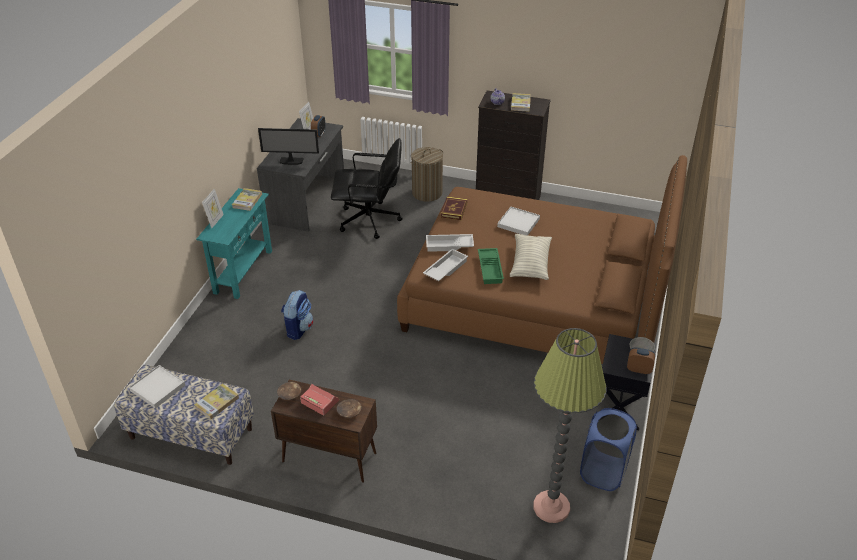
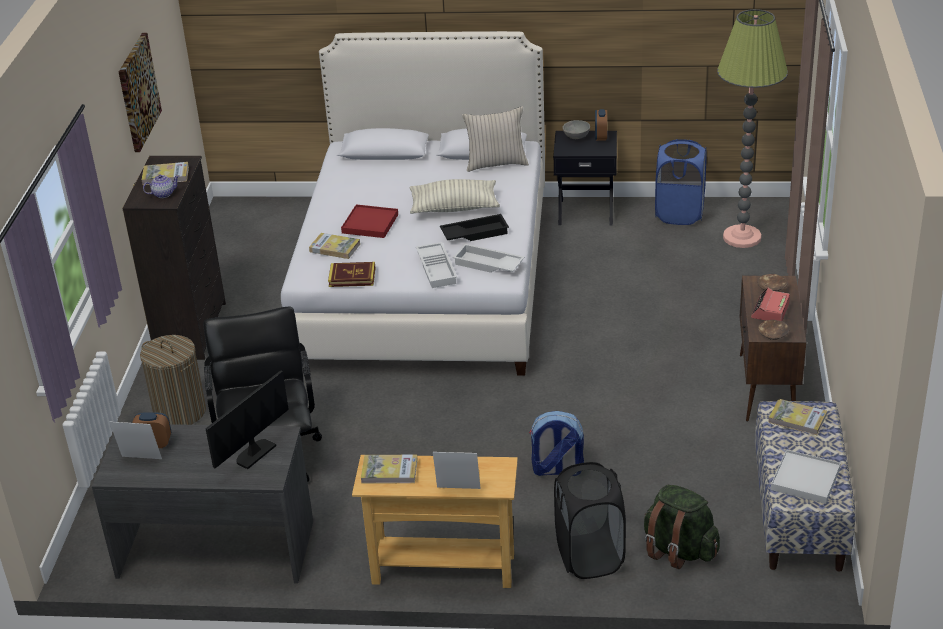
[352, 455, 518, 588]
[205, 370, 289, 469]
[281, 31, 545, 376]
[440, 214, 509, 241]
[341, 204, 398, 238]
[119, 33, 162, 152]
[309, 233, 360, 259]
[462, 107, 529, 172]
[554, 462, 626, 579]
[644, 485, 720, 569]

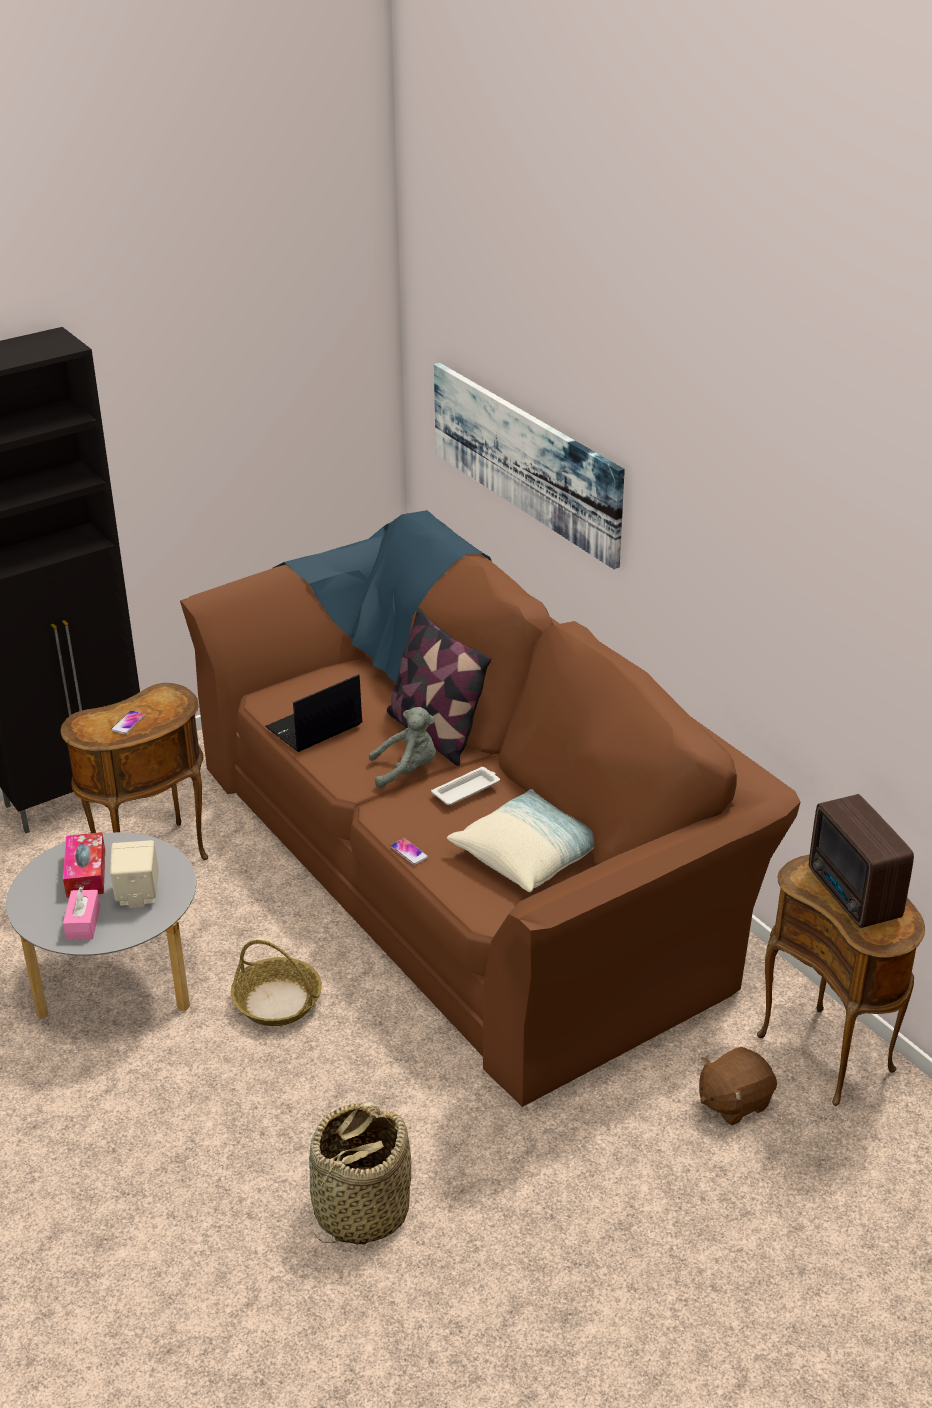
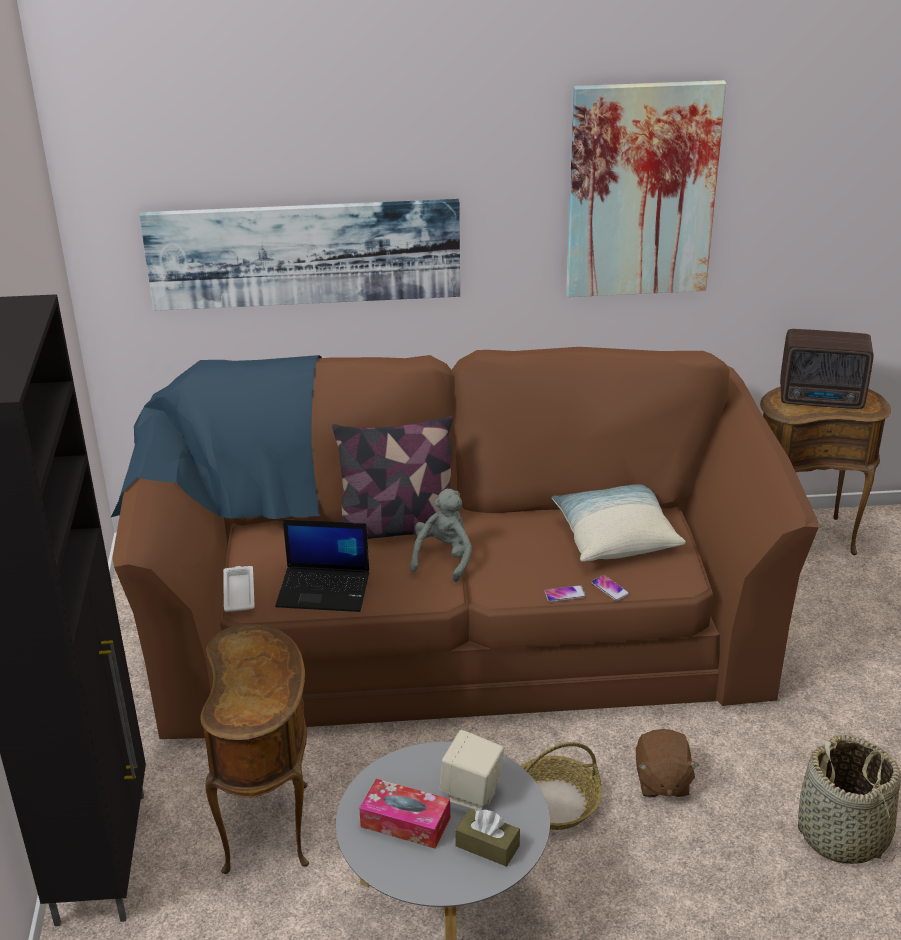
[455, 809, 520, 867]
[591, 575, 629, 601]
[275, 519, 370, 612]
[223, 566, 255, 612]
[636, 729, 699, 797]
[566, 80, 726, 297]

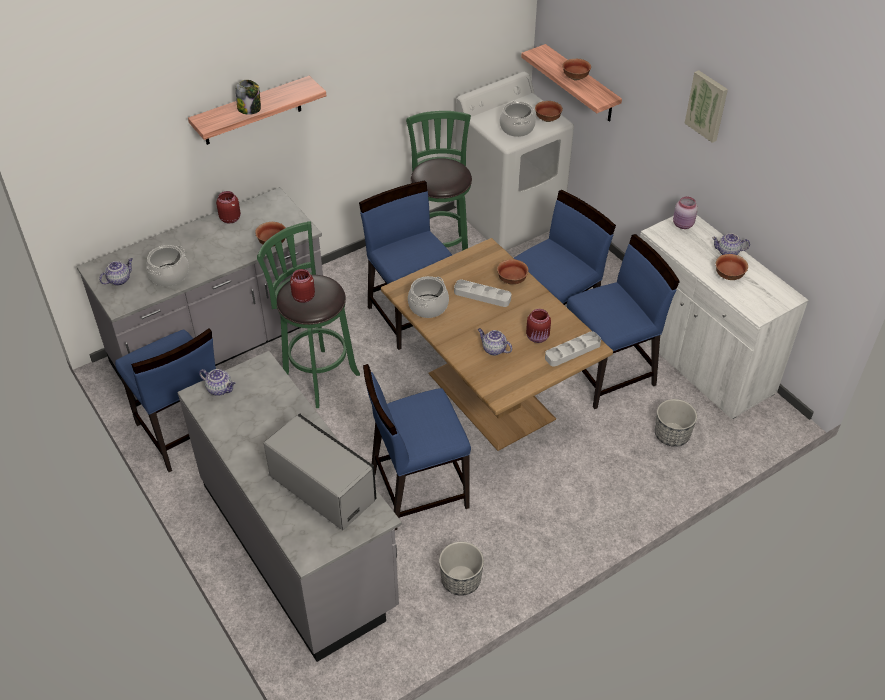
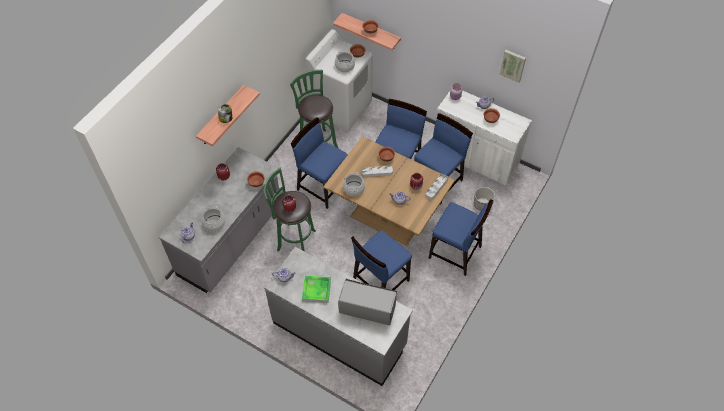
[429, 199, 493, 276]
[439, 542, 484, 596] (first image)
[499, 50, 526, 83]
[302, 275, 331, 303]

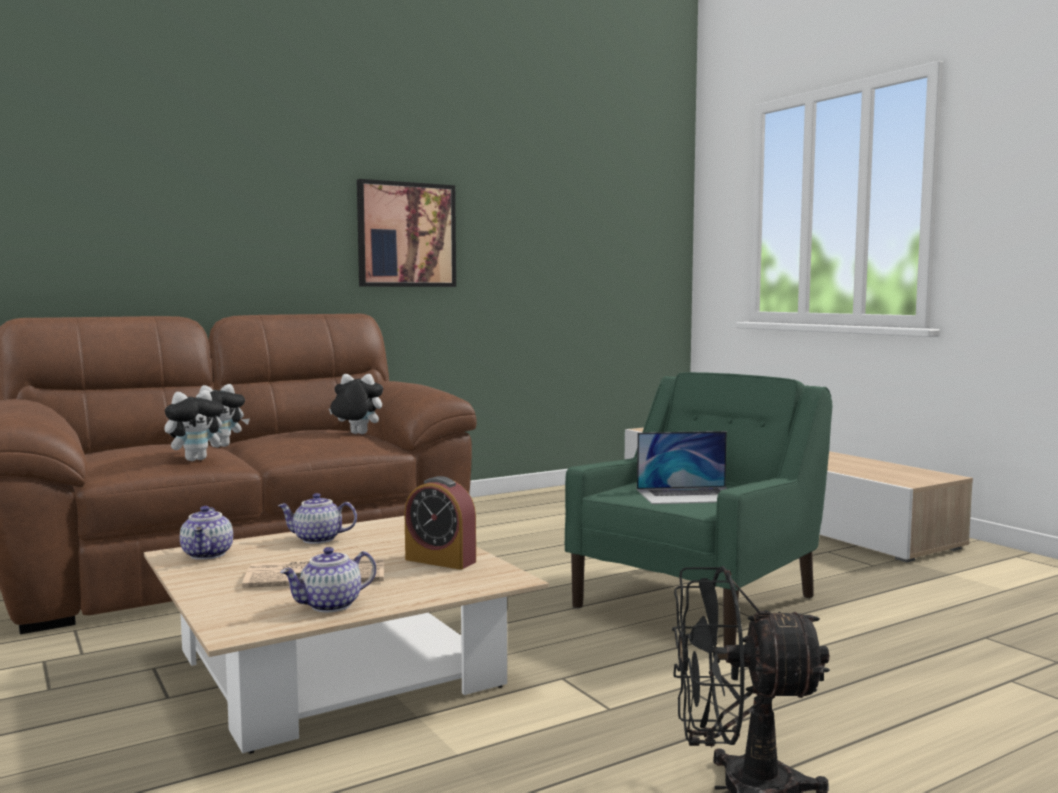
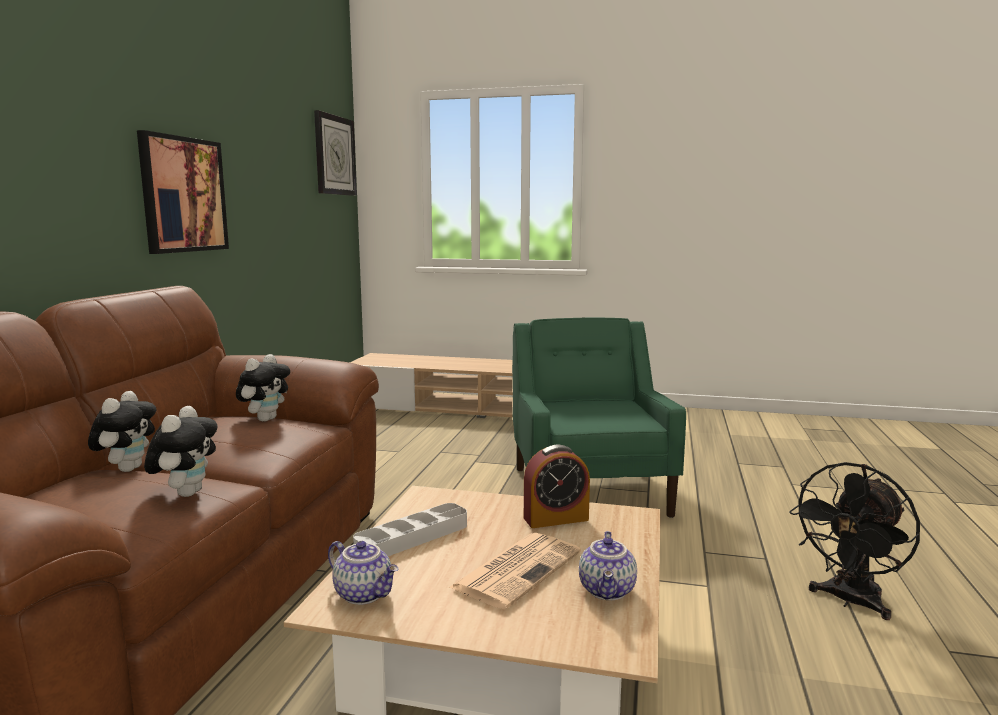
[353, 503, 467, 556]
[236, 354, 290, 422]
[637, 431, 728, 504] (first image)
[314, 110, 357, 196]

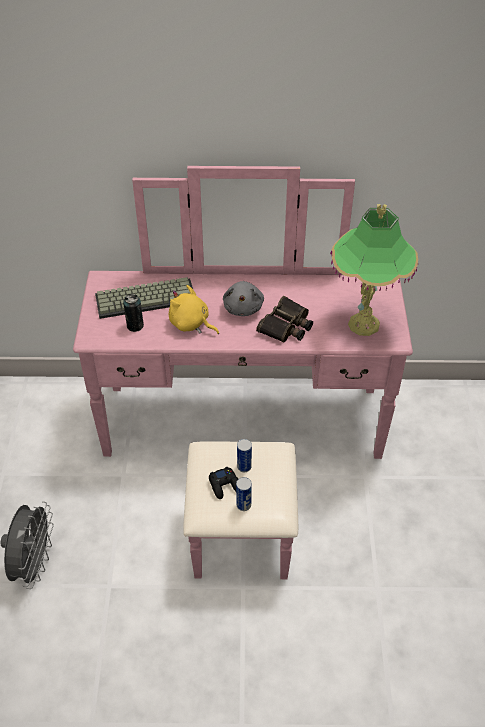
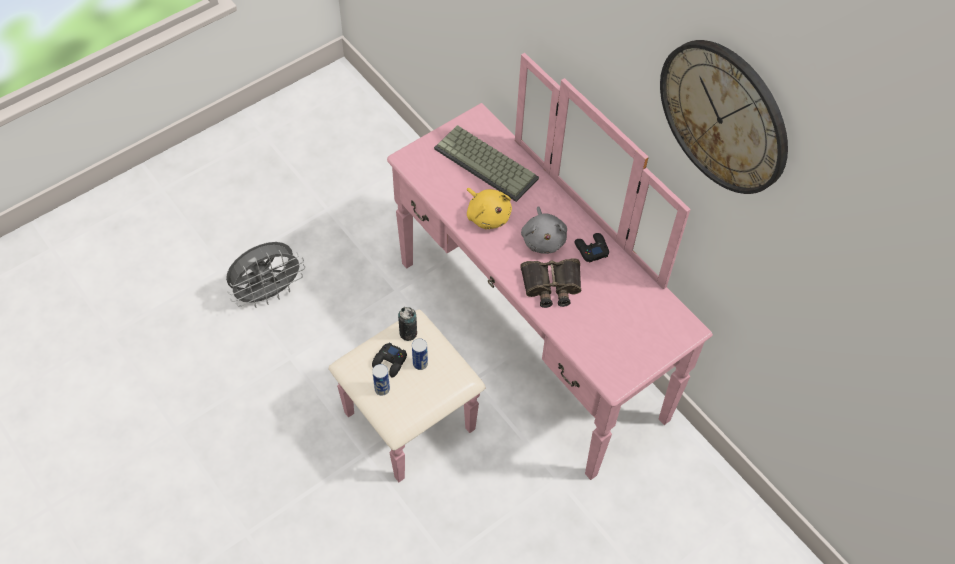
[398, 307, 417, 341]
[467, 188, 512, 229]
[521, 206, 567, 254]
[330, 204, 418, 336] (first image)
[575, 233, 609, 263]
[660, 40, 788, 194]

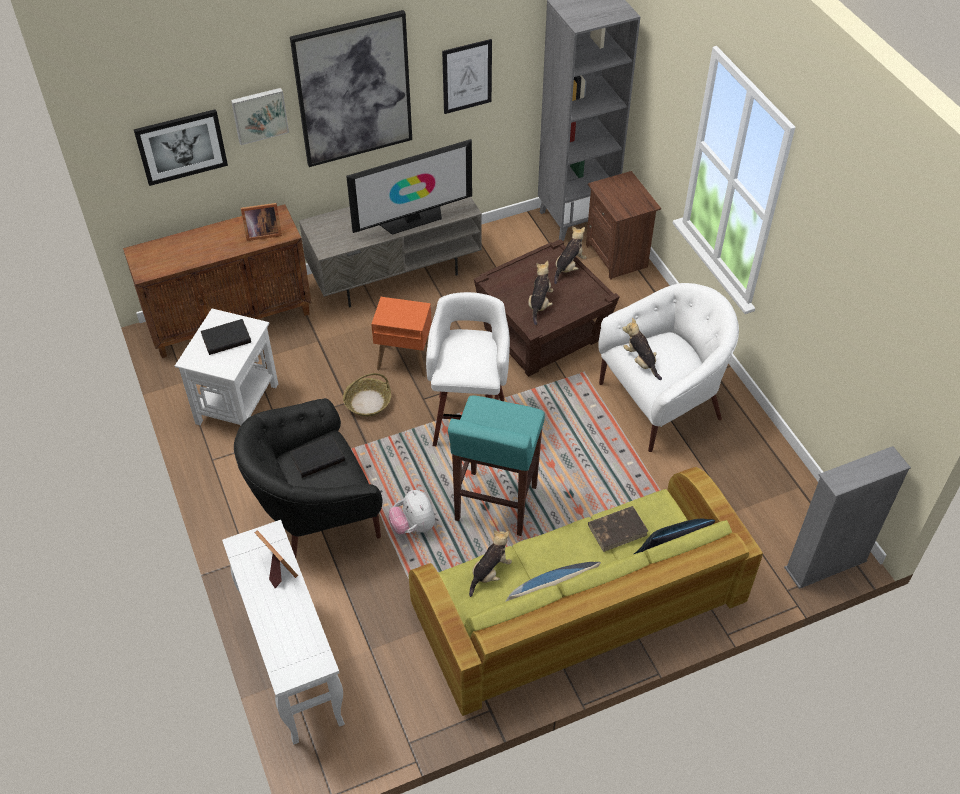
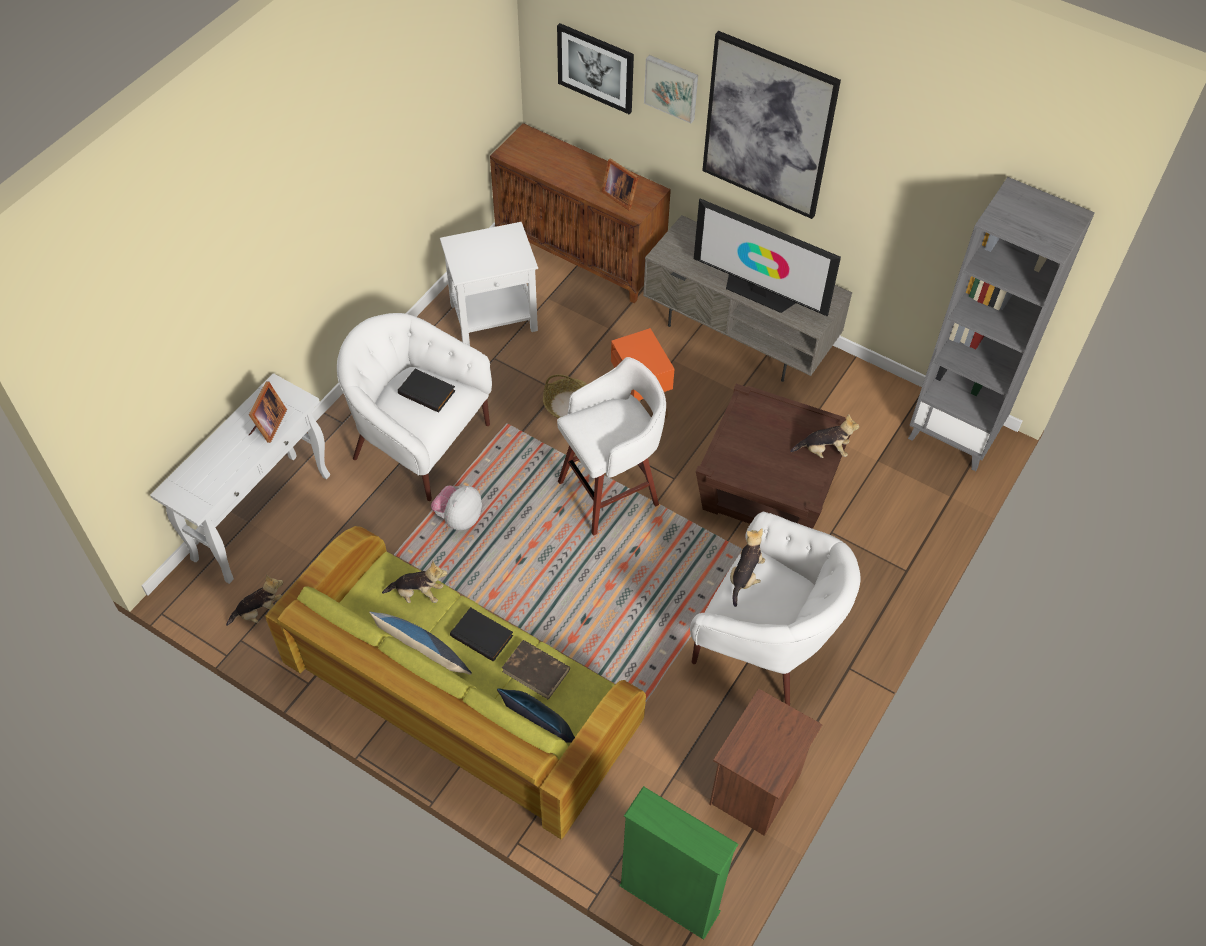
[450, 607, 513, 662]
[337, 313, 492, 501]
[442, 39, 492, 114] (first image)
[448, 395, 545, 536] (first image)
[226, 574, 283, 626]
[709, 688, 823, 836]
[619, 786, 738, 940]

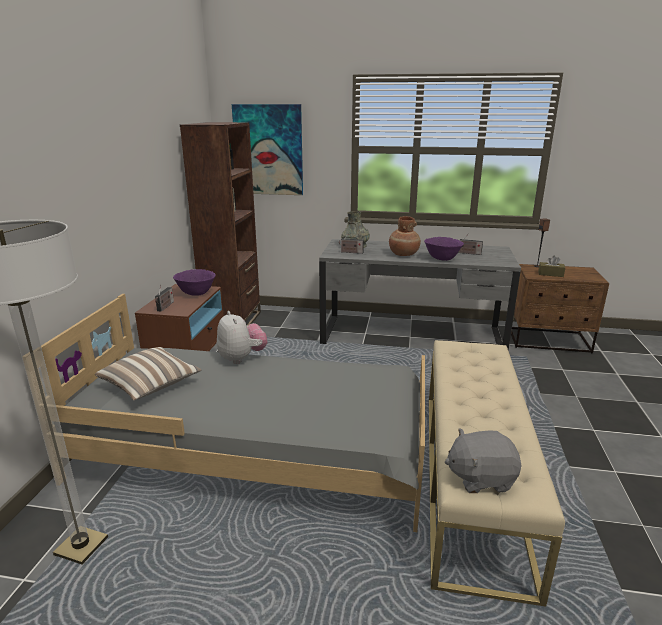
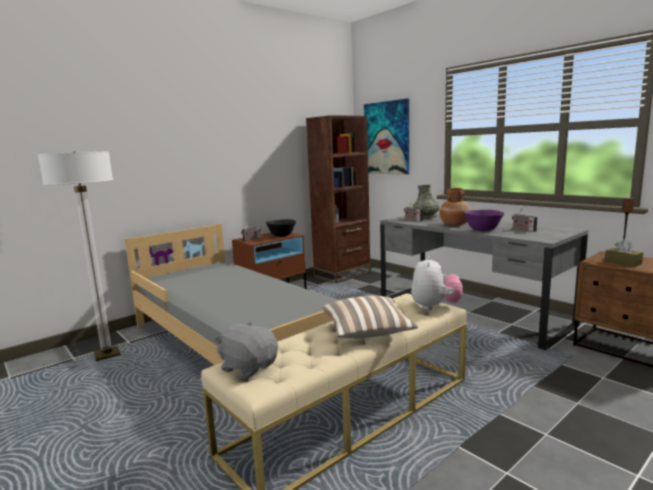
[323, 296, 418, 338]
[266, 219, 296, 237]
[411, 256, 463, 310]

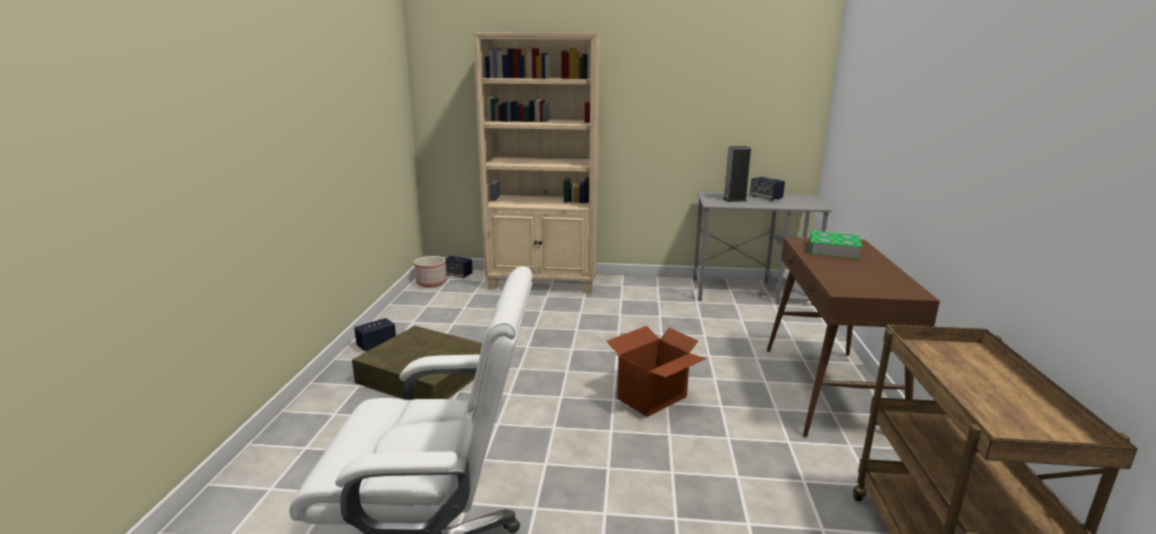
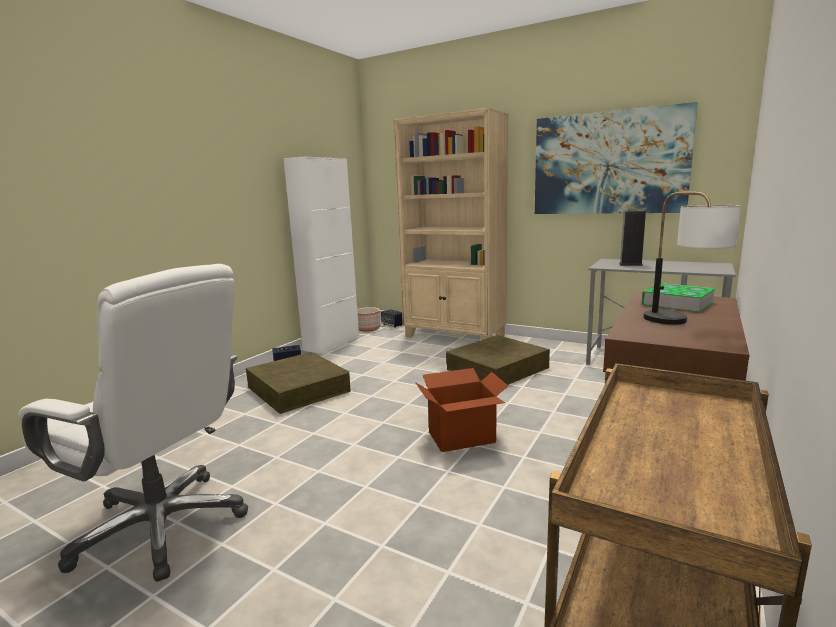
[750, 177, 785, 201] (first image)
[284, 156, 359, 354]
[446, 335, 550, 385]
[535, 102, 698, 214]
[643, 192, 741, 325]

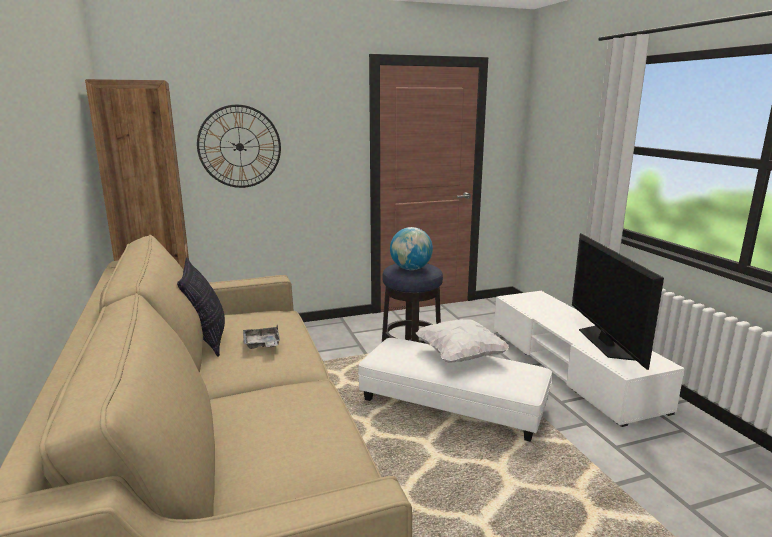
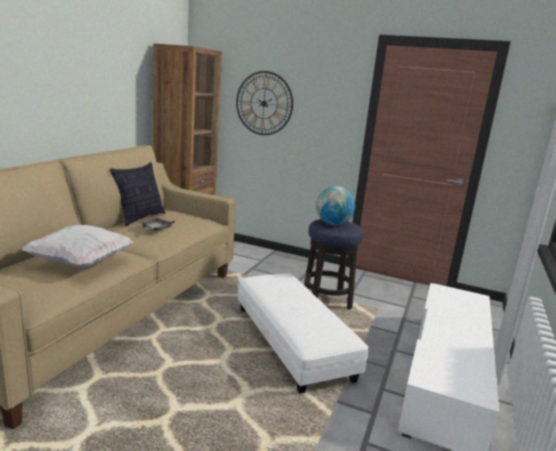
[22, 225, 134, 268]
[572, 233, 664, 370] (first image)

